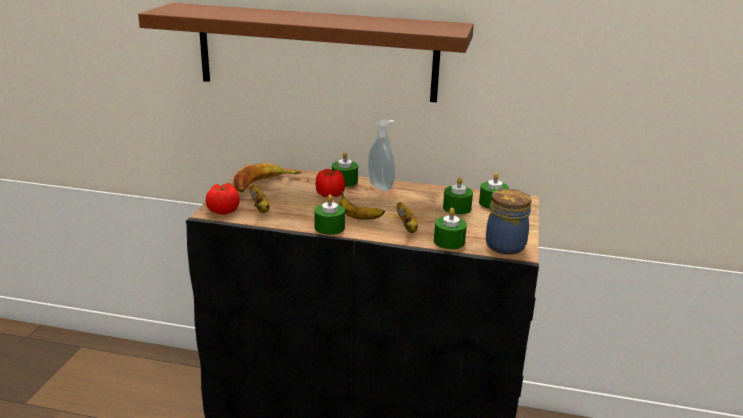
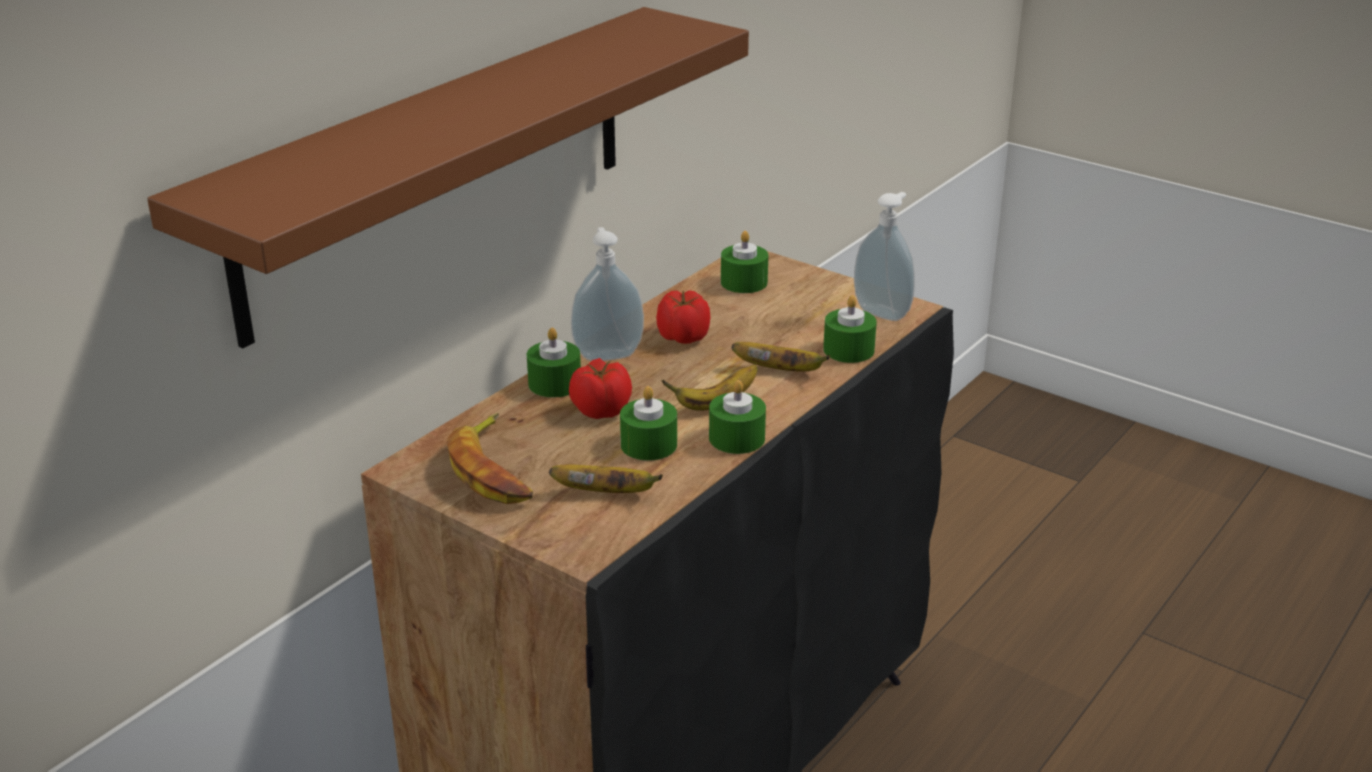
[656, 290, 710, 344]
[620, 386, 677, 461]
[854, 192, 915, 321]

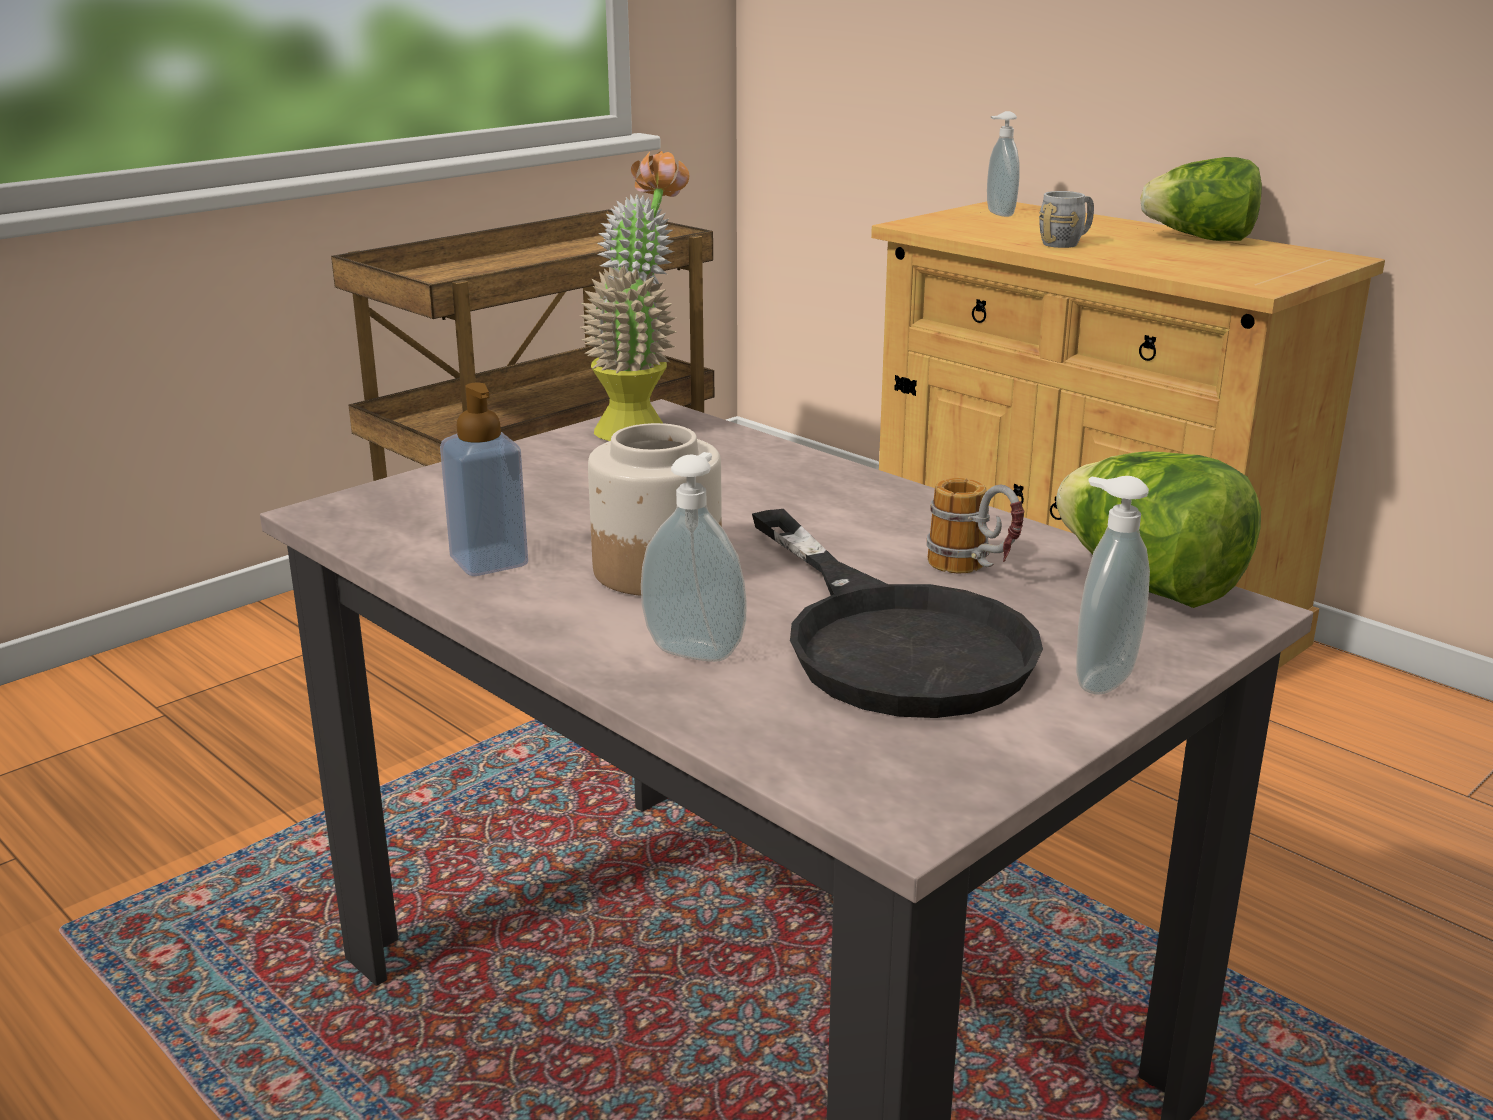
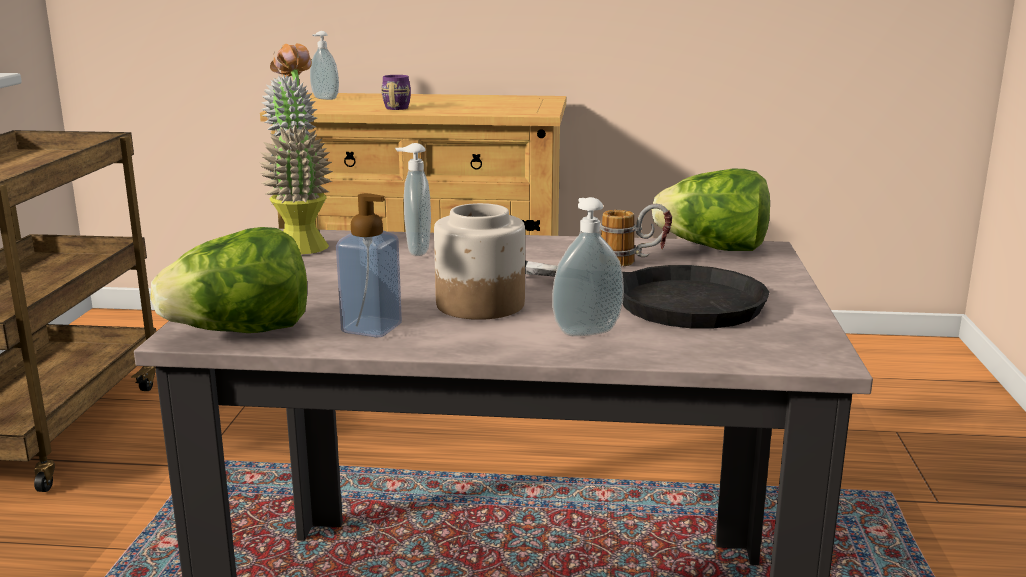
[382, 75, 411, 110]
[395, 143, 431, 256]
[151, 227, 307, 333]

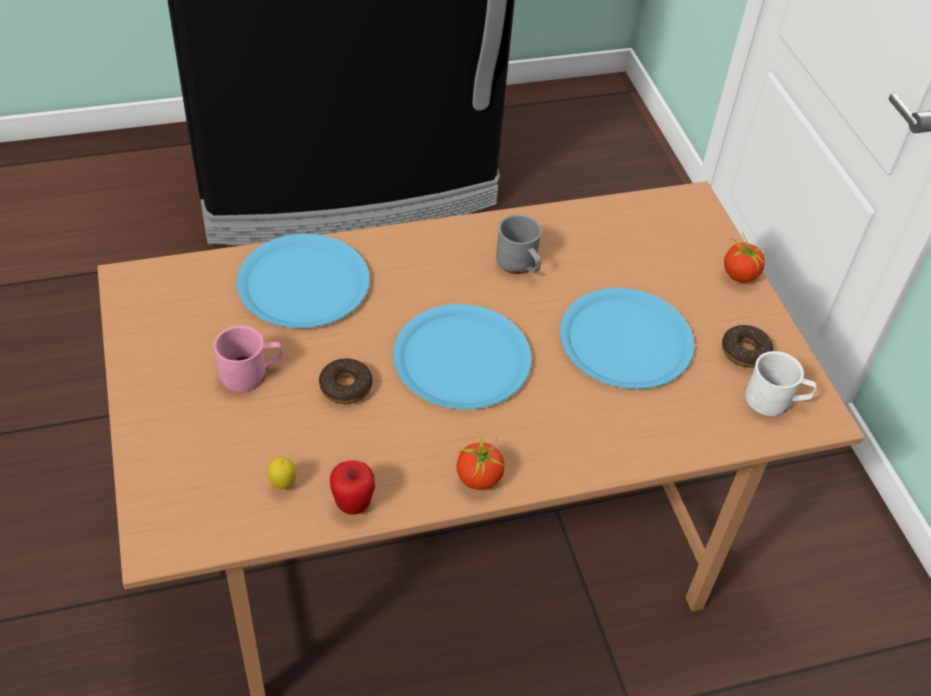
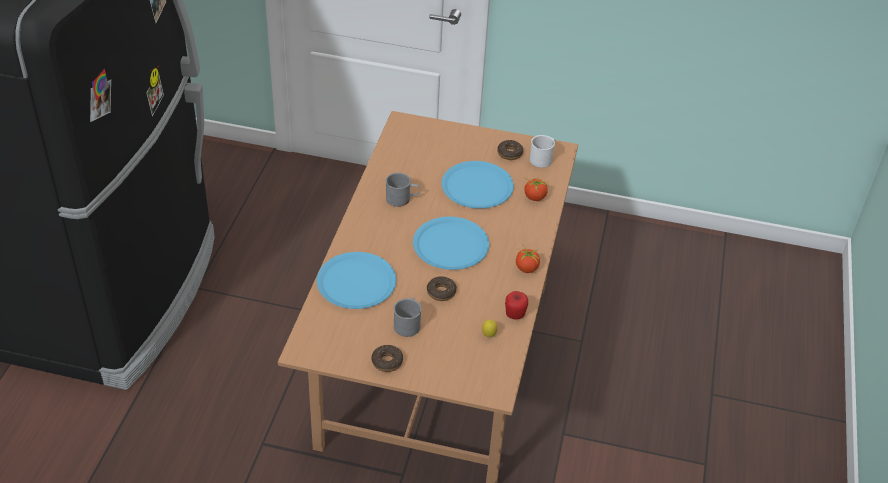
[394, 297, 422, 337]
[524, 178, 549, 201]
[371, 345, 403, 372]

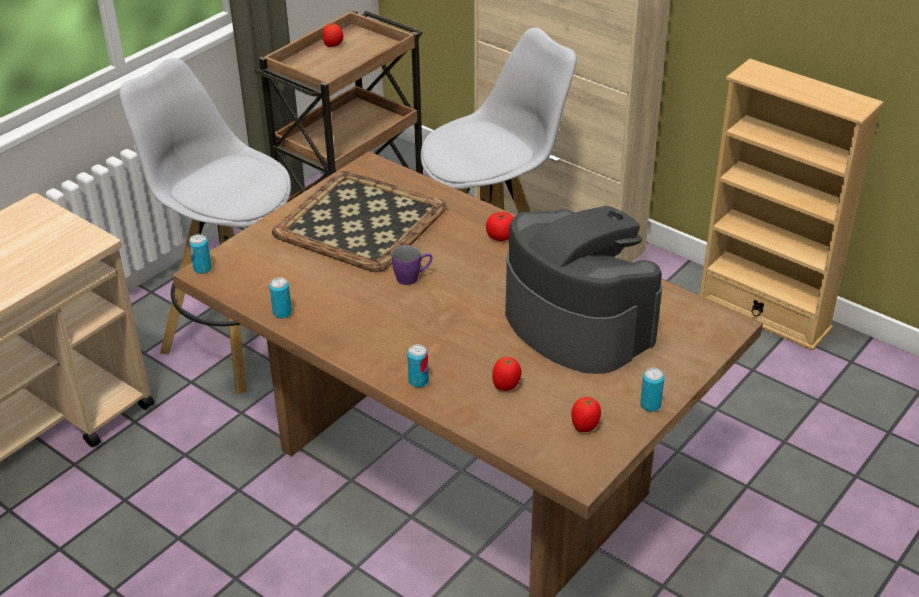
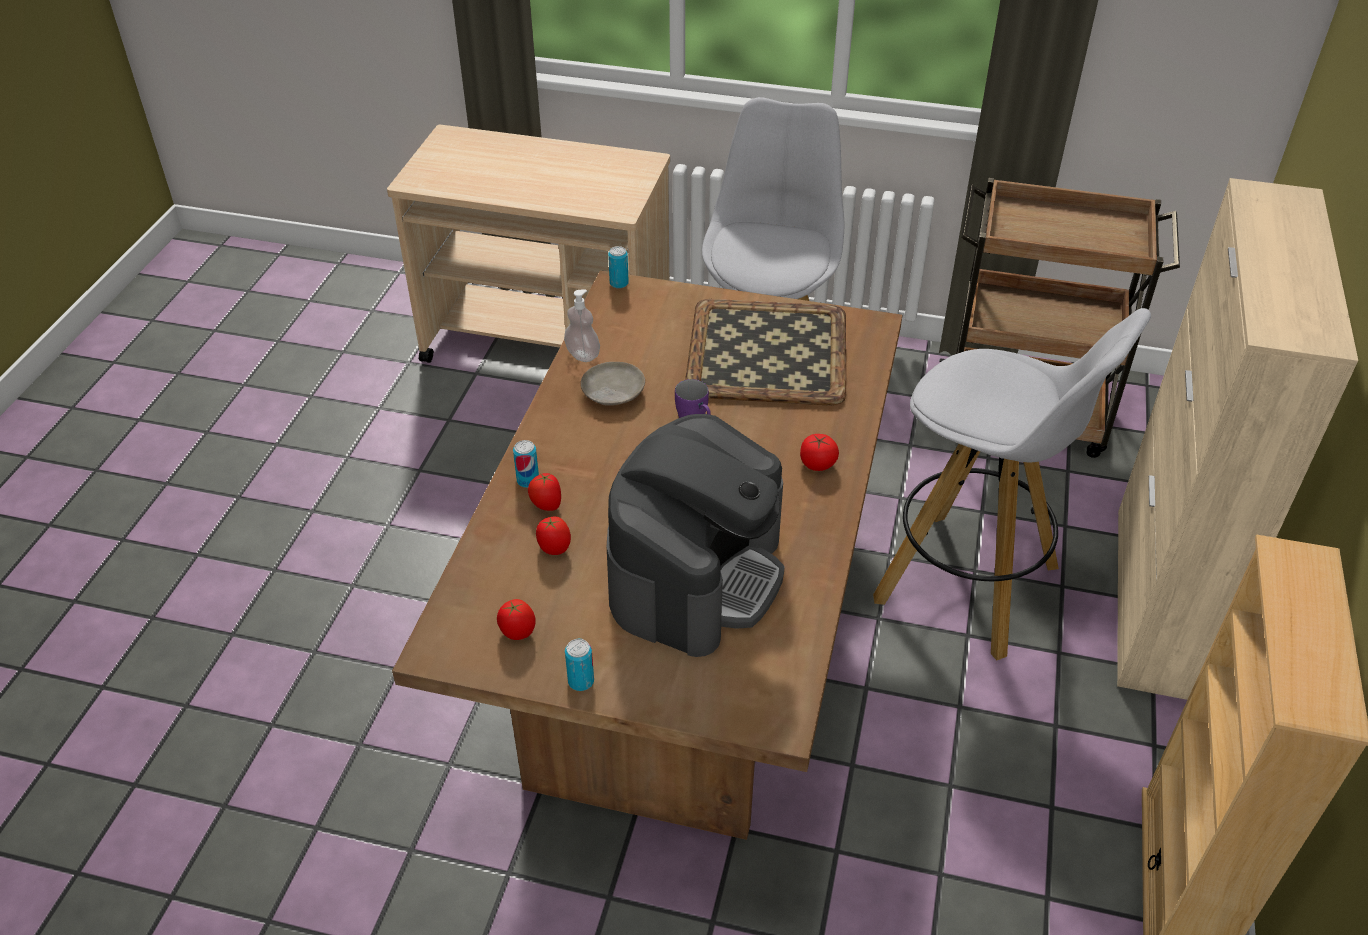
[564, 289, 600, 362]
[528, 473, 561, 511]
[581, 362, 645, 406]

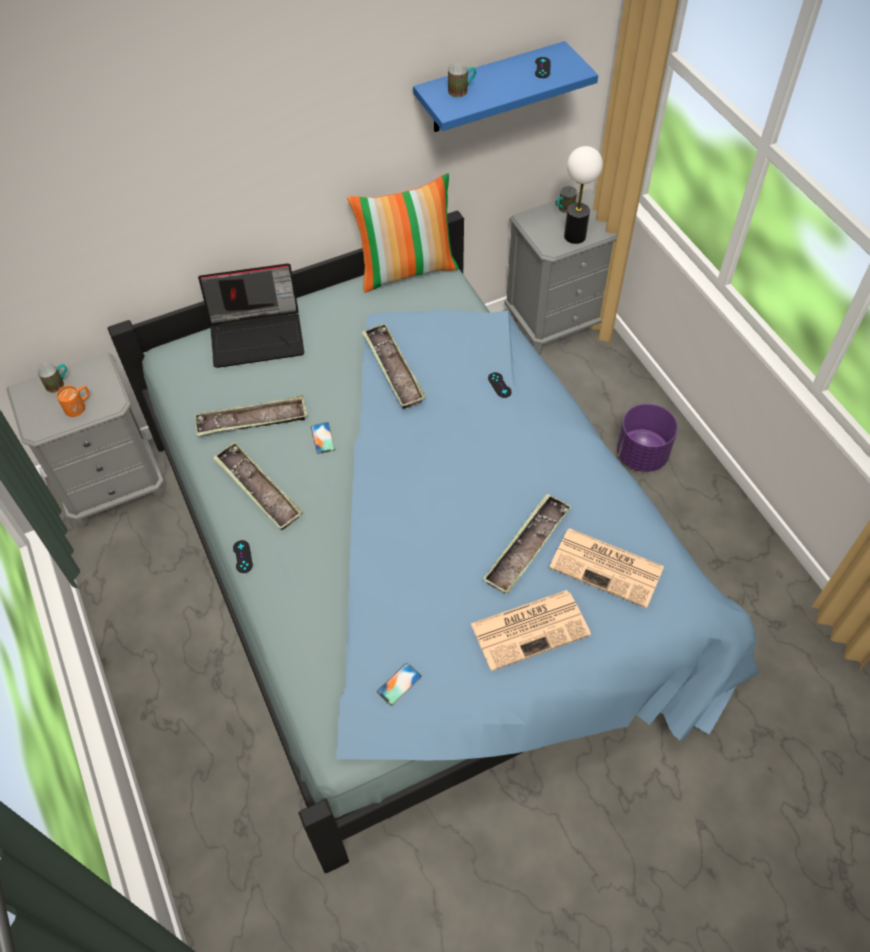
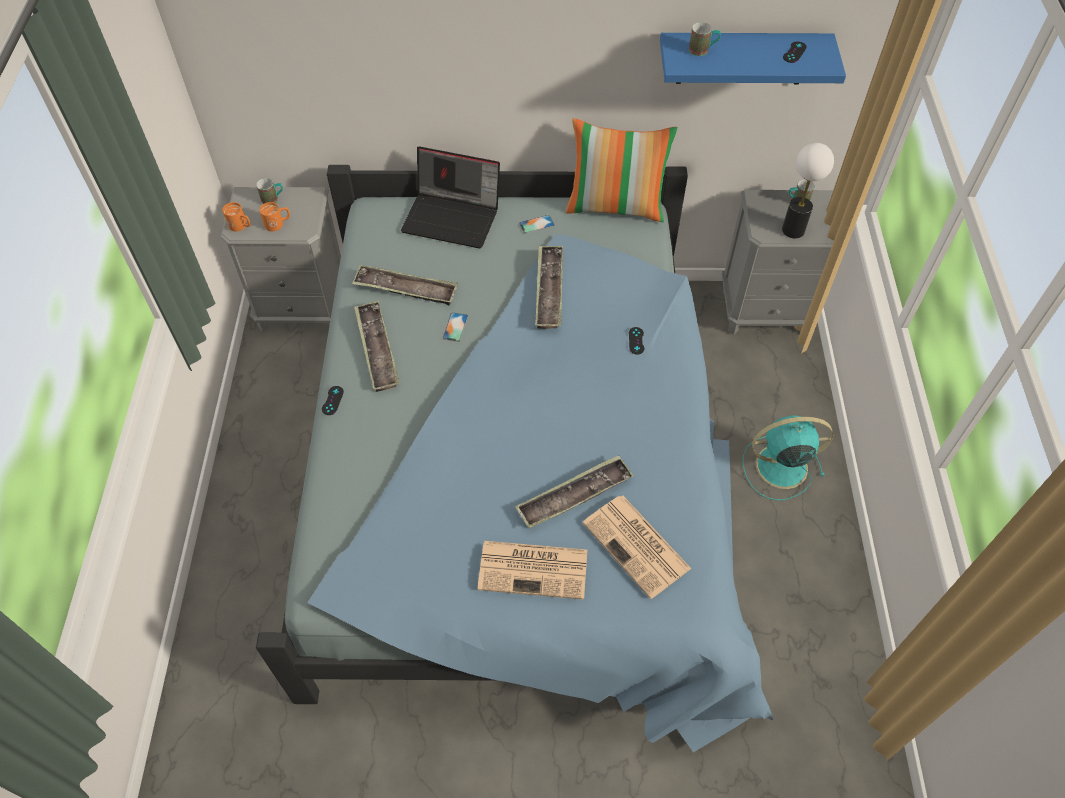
[519, 215, 555, 234]
[743, 415, 833, 501]
[222, 202, 251, 231]

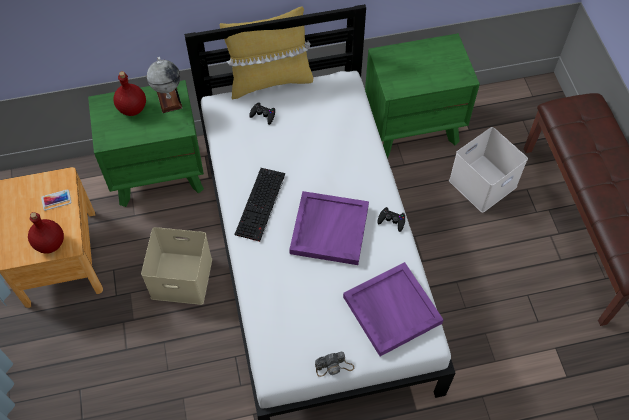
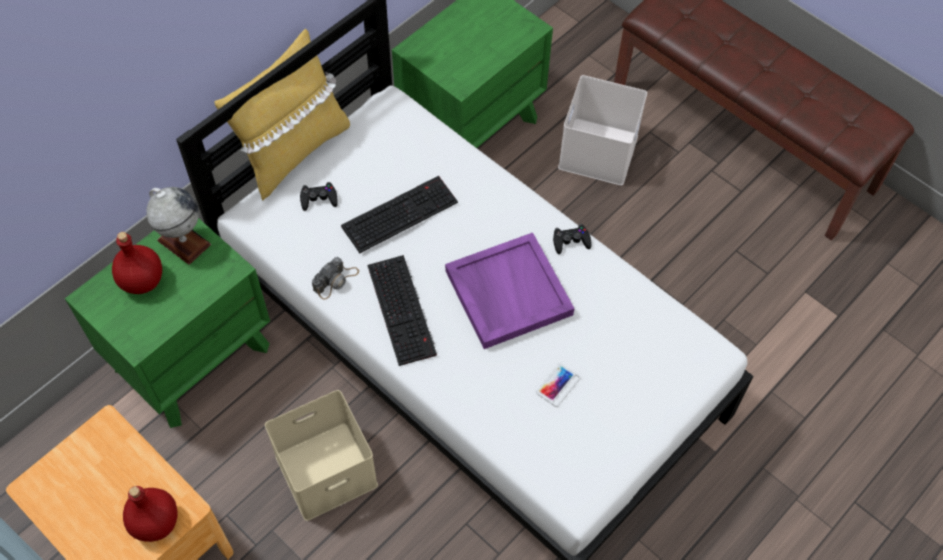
[536, 363, 581, 407]
[312, 257, 359, 300]
[343, 262, 444, 356] (first image)
[341, 176, 458, 254]

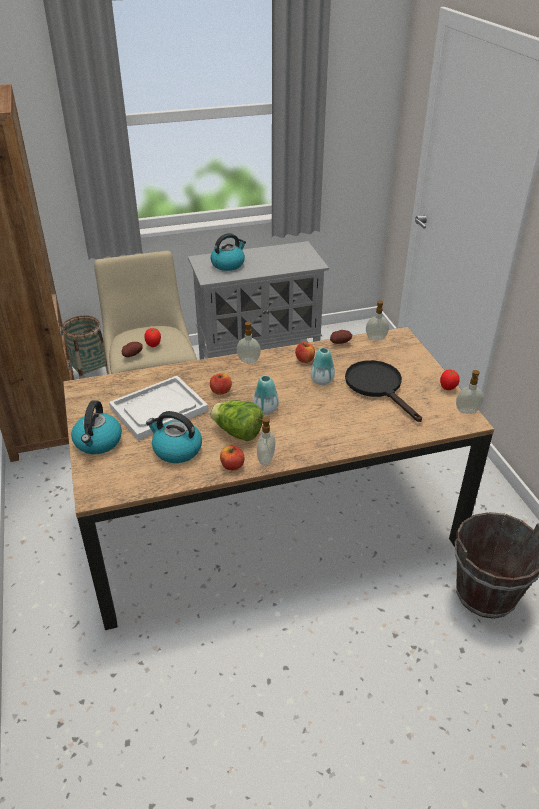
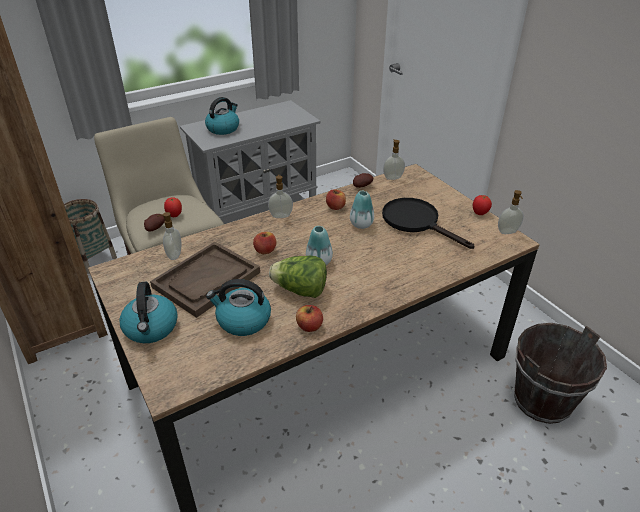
[150, 242, 260, 318]
[157, 212, 182, 260]

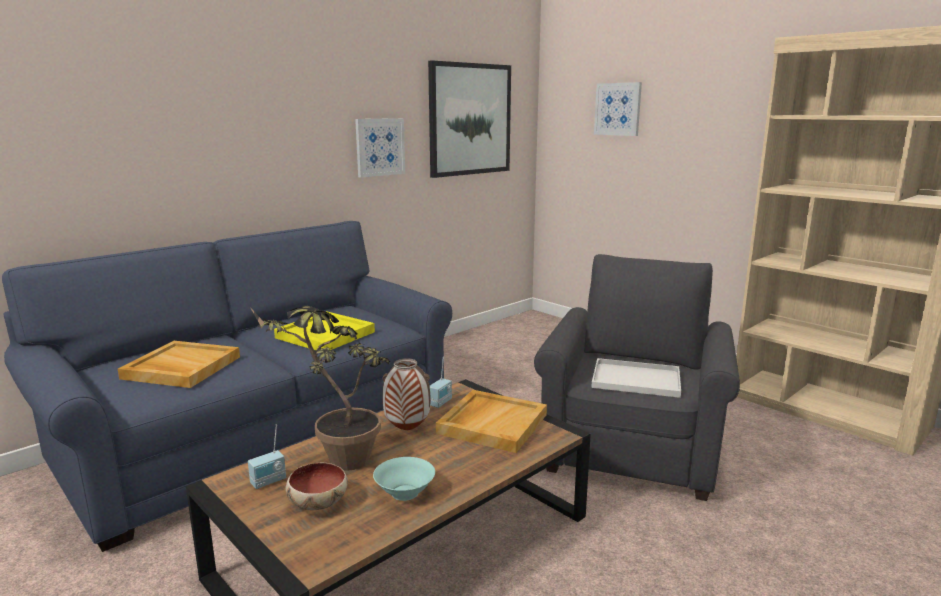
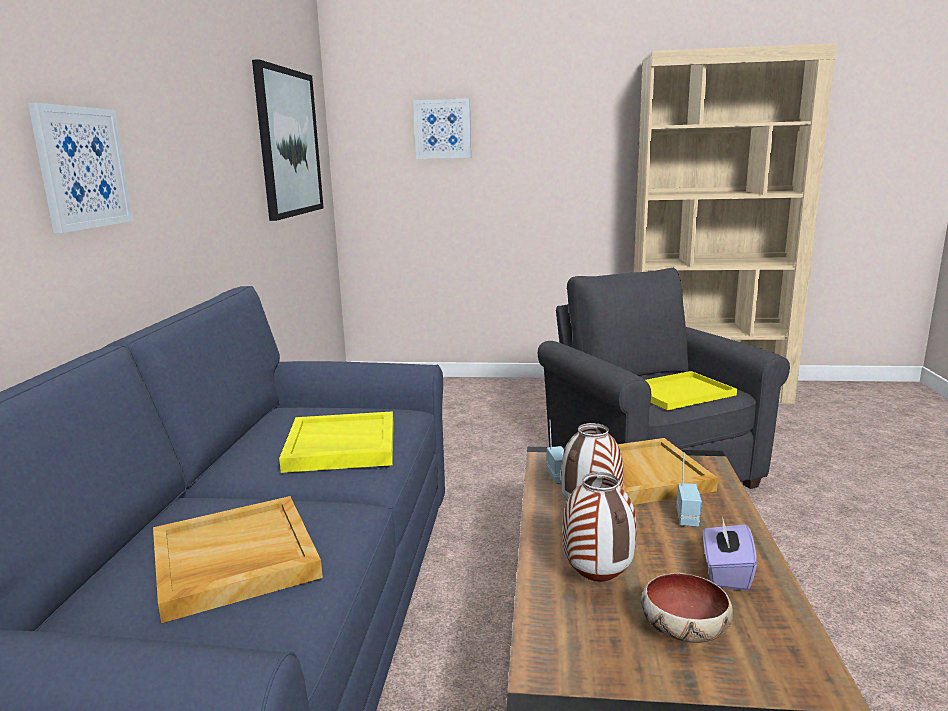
[677, 453, 702, 527]
[562, 472, 637, 582]
[28, 103, 133, 233]
[703, 516, 757, 591]
[645, 371, 737, 410]

